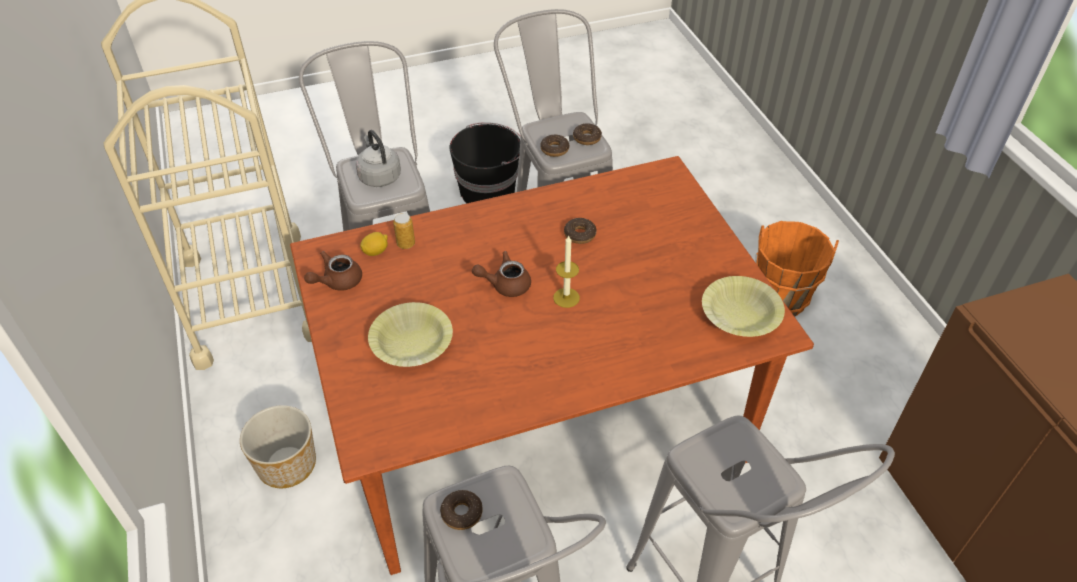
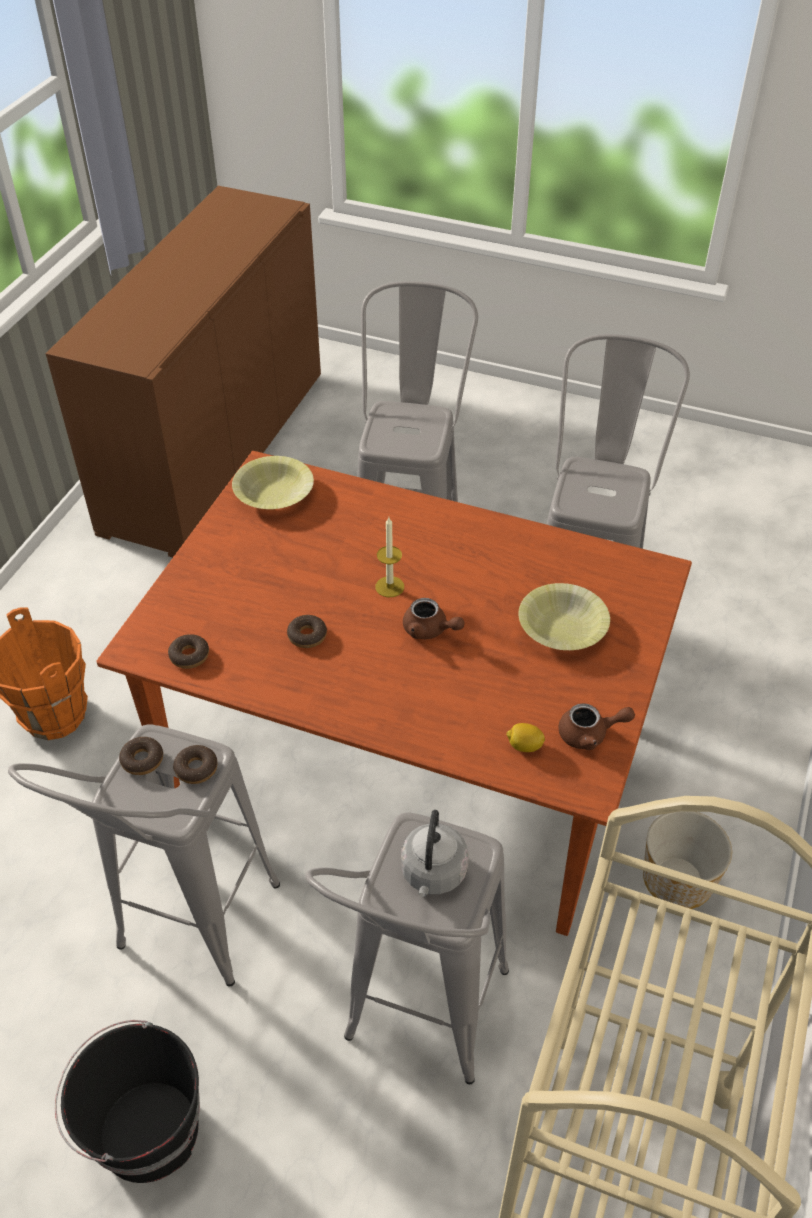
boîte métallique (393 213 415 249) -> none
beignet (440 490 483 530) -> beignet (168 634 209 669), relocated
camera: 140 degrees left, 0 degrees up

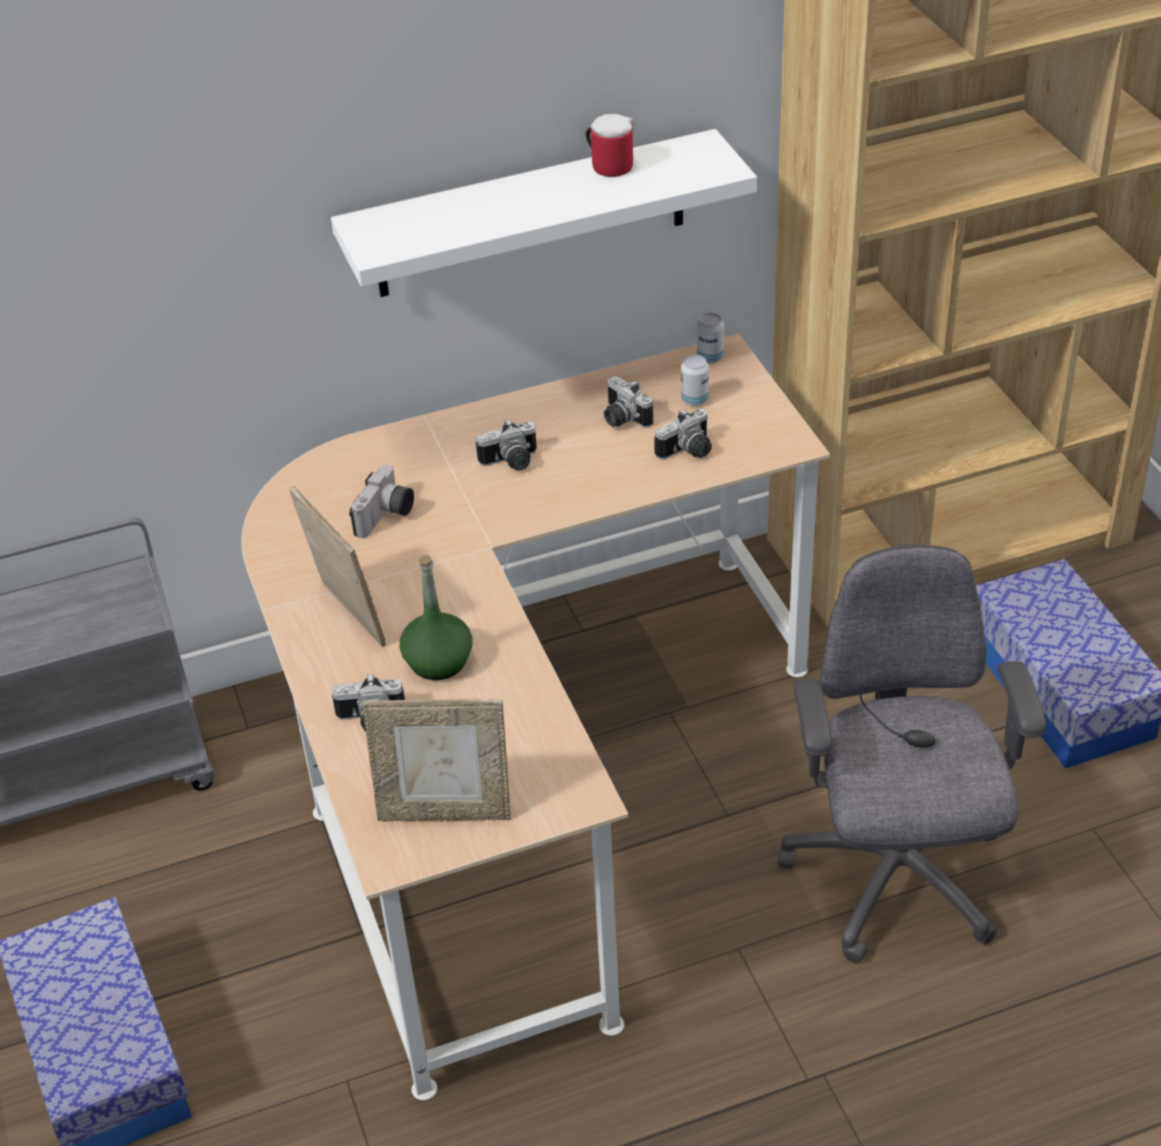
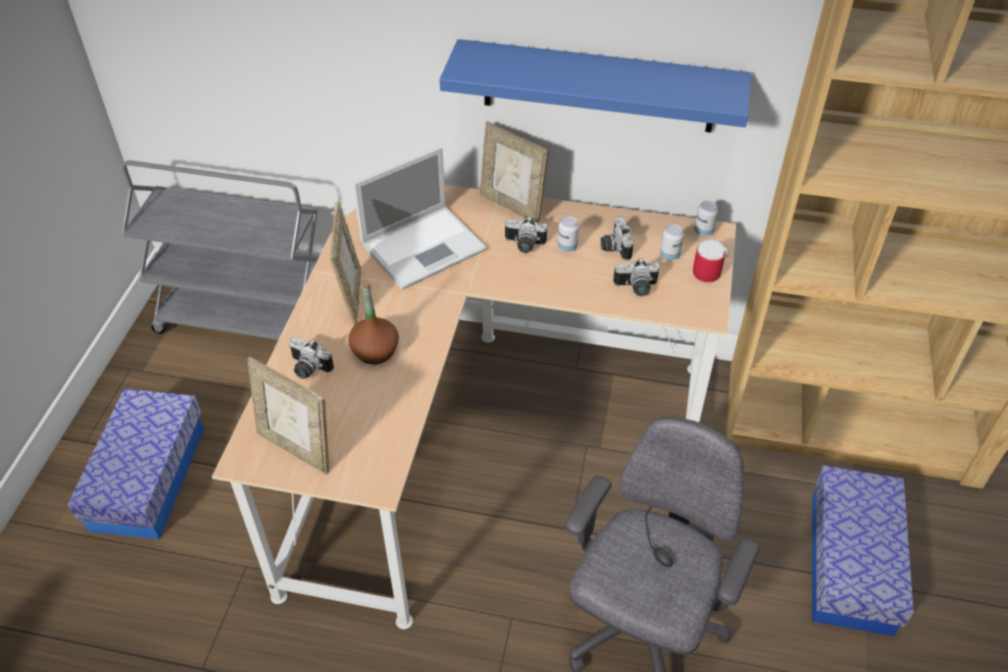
mug (586 114 635 177) -> mug (693 239 729 282), relocated
étagère (blanc) (331 129 757 297) -> étagère (bleu) (439 39 751 133)
appareil photo (349 465 414 538) -> ordinateur portable (353 146 487 290)
bouteille (vert) (400 555 472 680) -> bouteille (marron) (348 281 399 364)
none -> cadre photo (480 121 549 223)
none -> boîte métallique (558 216 579 252)
camera: 30 degrees right, 5 degrees up

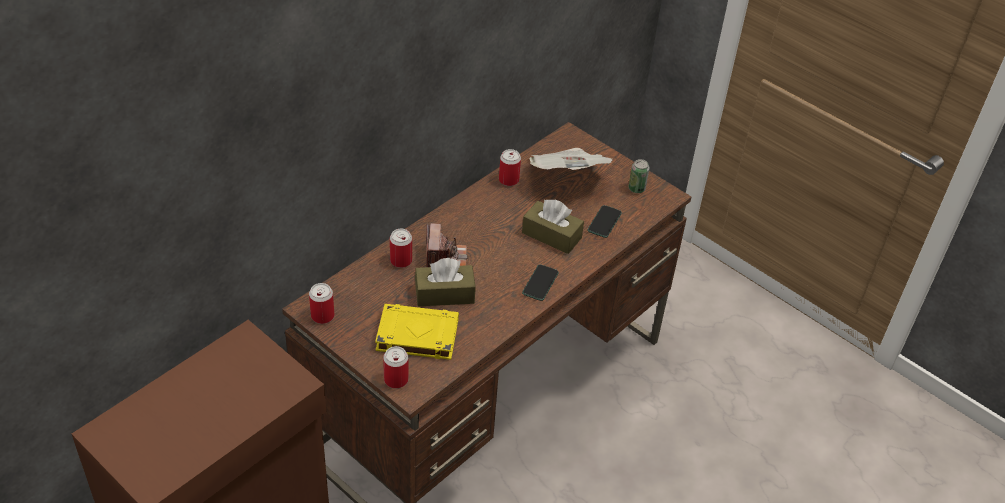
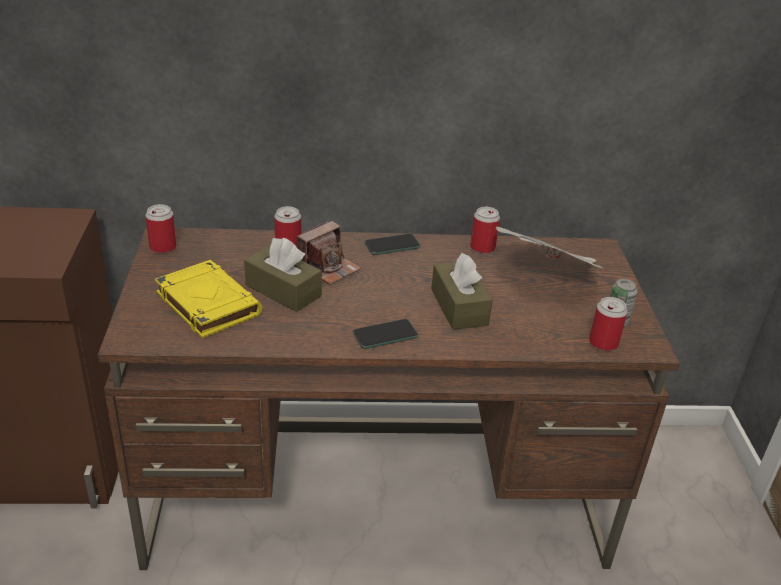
téléphone (587 205 622 238) -> téléphone (364 234 420 255), relocated
boîte métallique (383 346 408 389) -> boîte métallique (589 297 628 351), relocated
camera: 45 degrees right, 10 degrees down

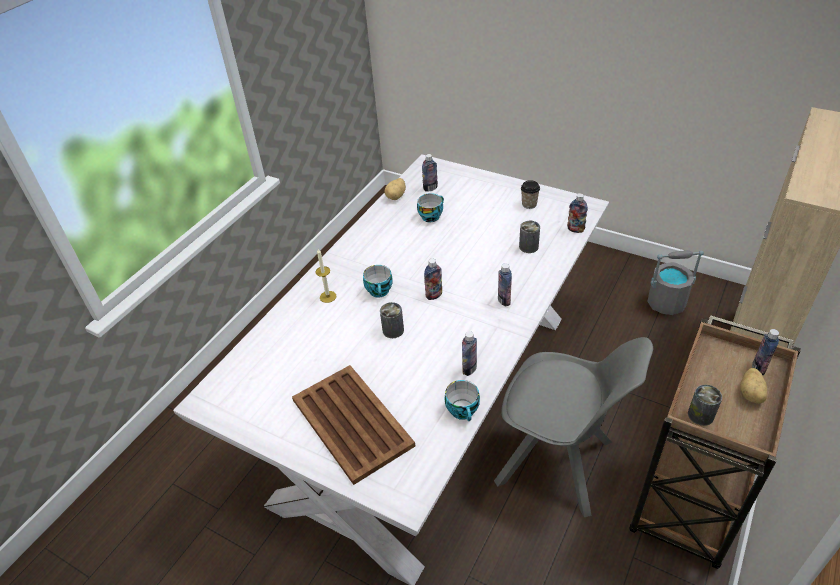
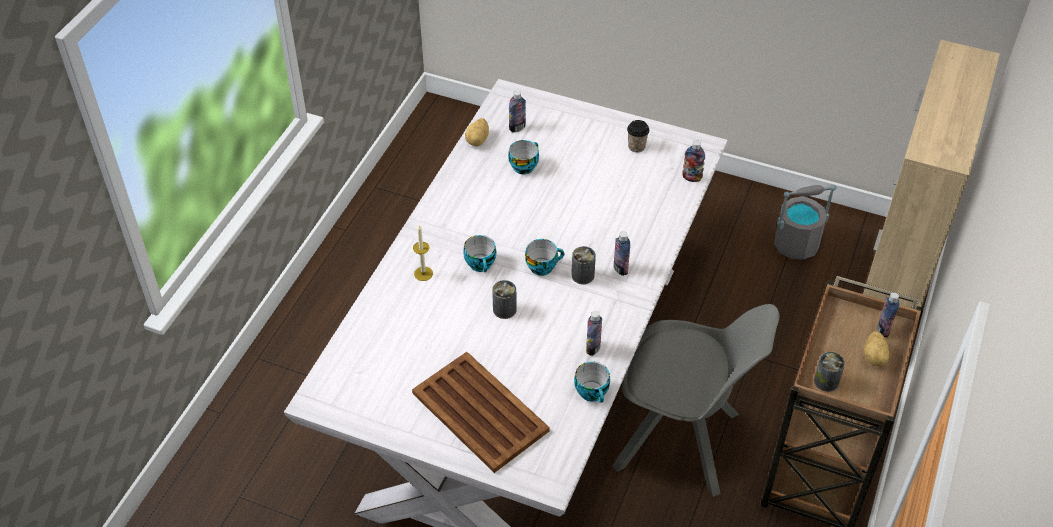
boîte métallique (519 221 540 253) -> boîte métallique (571 246 596 284), relocated
bouteille (424 258 442 300) -> tasse (525 239 564 276)
camera: 10 degrees left, 5 degrees up

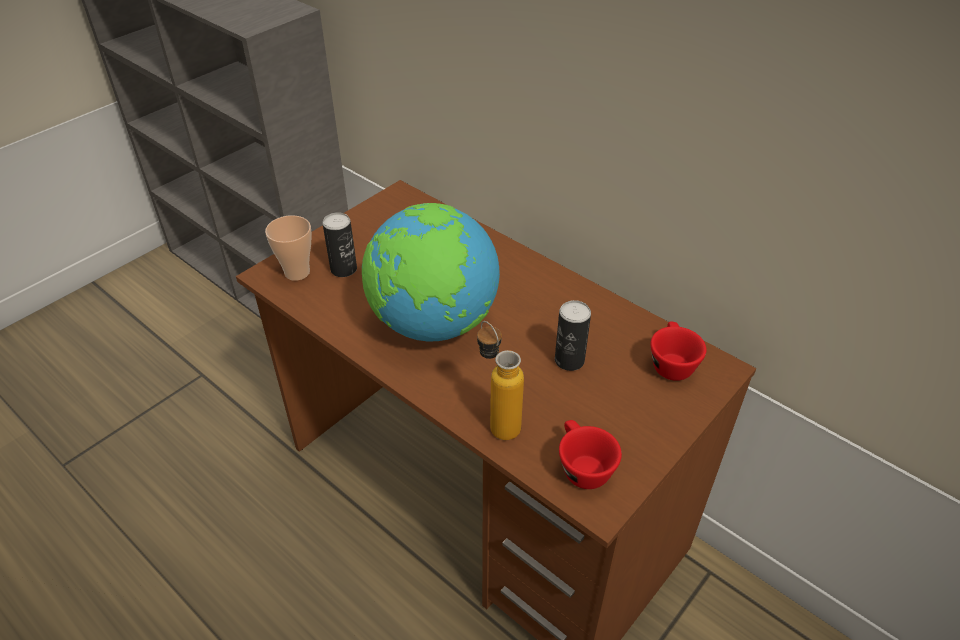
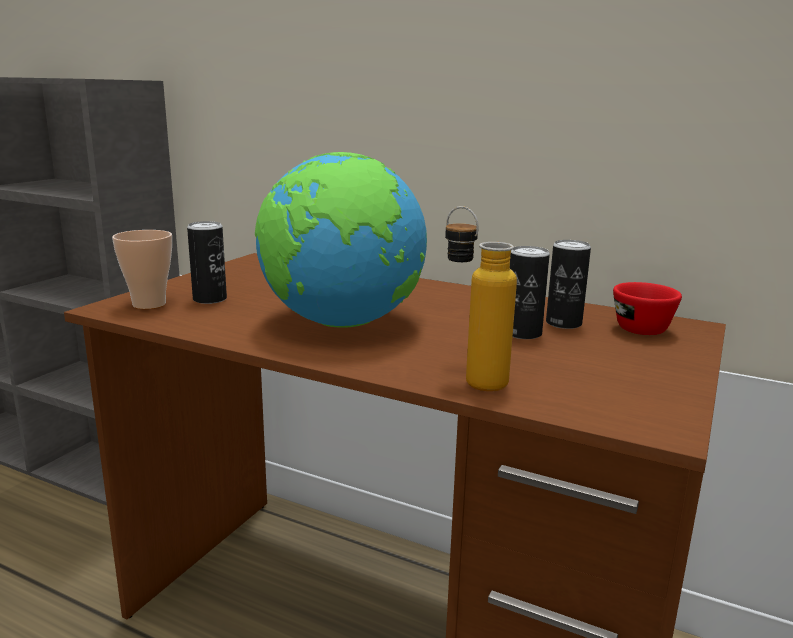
tasse (rouge) (559 420 622 489) -> none
none -> boîte métallique (546 240 591 329)
camera: 15 degrees left, 25 degrees down

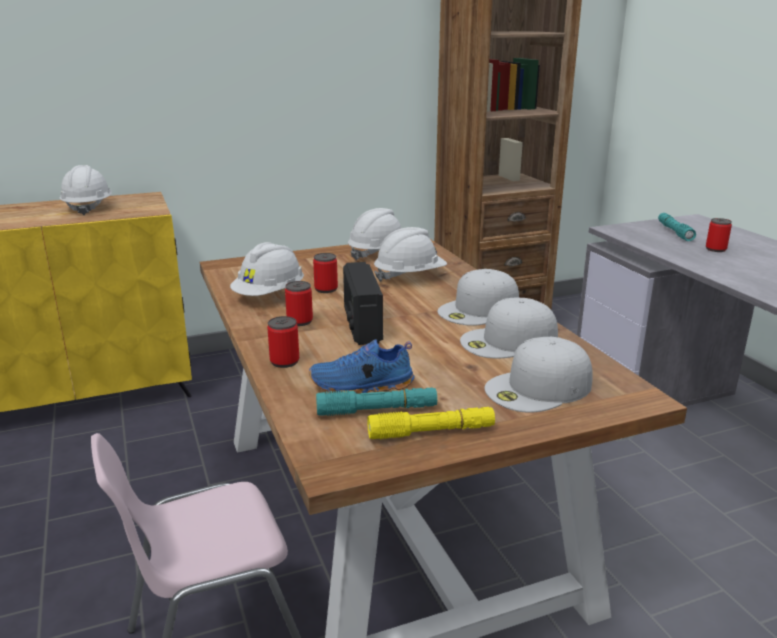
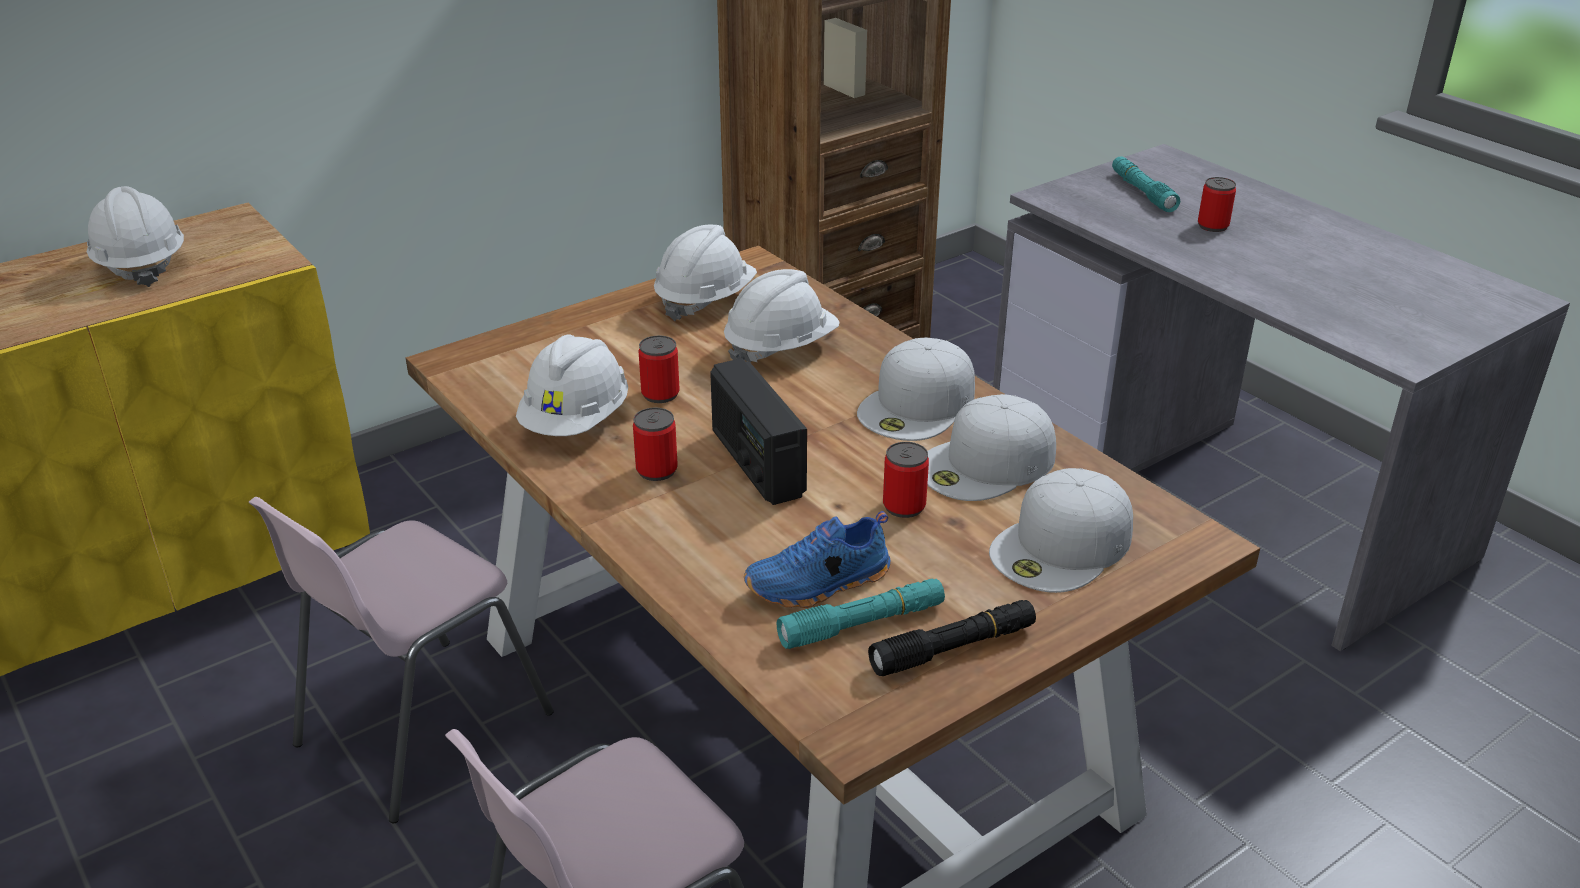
boîte métallique (267 316 299 368) -> boîte métallique (883 442 929 518), relocated
lampe de poche (jaune) (367 407 495 439) -> lampe de poche (noir) (868 600 1036 676)
none -> chaise (rose) (249 497 554 823)
camera: 15 degrees left, 10 degrees up

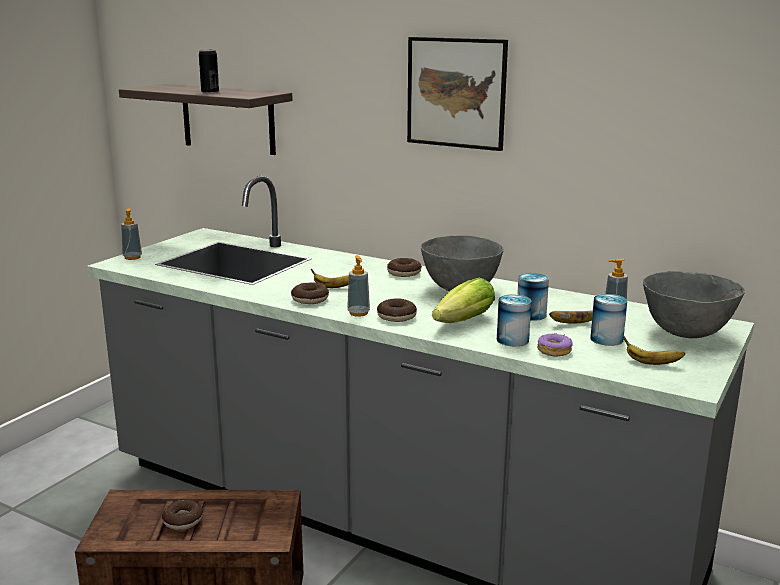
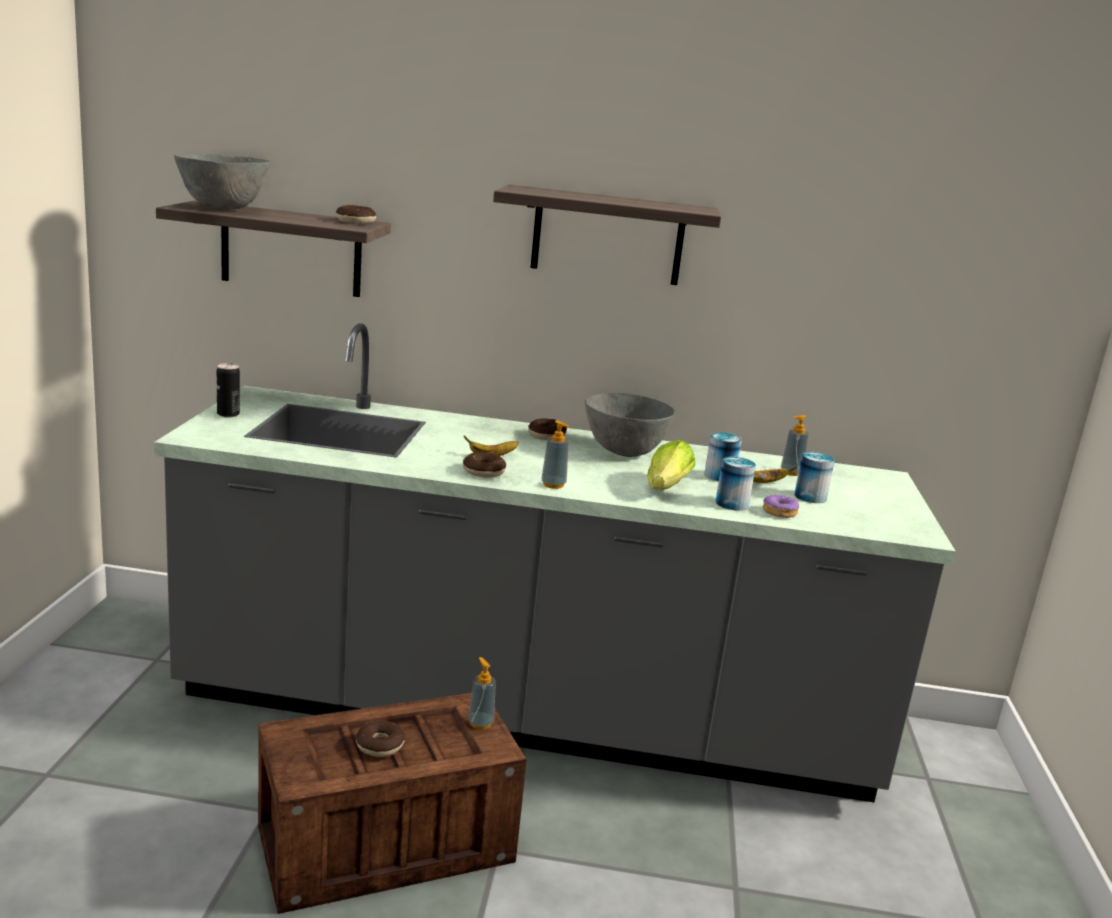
tableau (407 37 508 151) -> étagère (493 185 721 285)
boîte métallique (199 50 219 93) -> boîte métallique (217 363 240 417), relocated
distributeur de savon (121 208 142 260) -> distributeur de savon (468 657 496 730), relocated
bol (gris) (643 271 745 338) -> bol (gris) (174 153 271 210), relocated
beignet (377 298 417 322) -> beignet (336 205 376 224), relocated
banane (623 336 685 365) -> none
camera: 25 degrees left, 0 degrees up

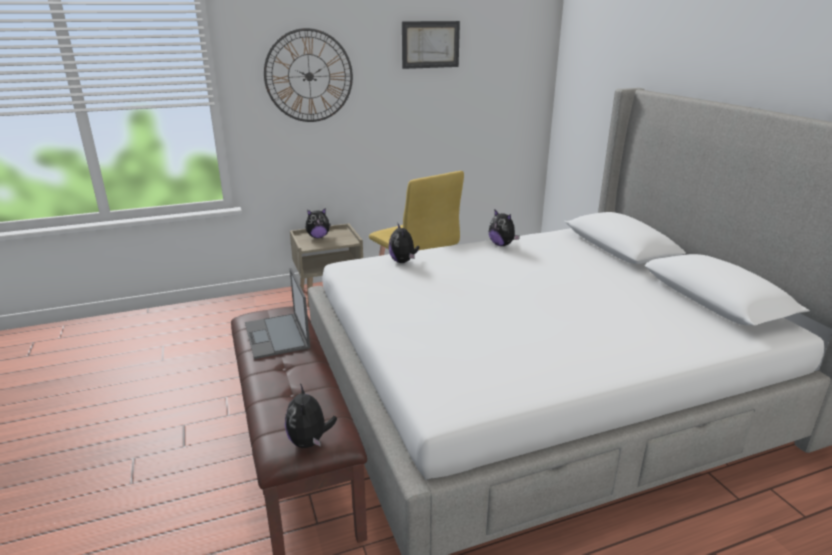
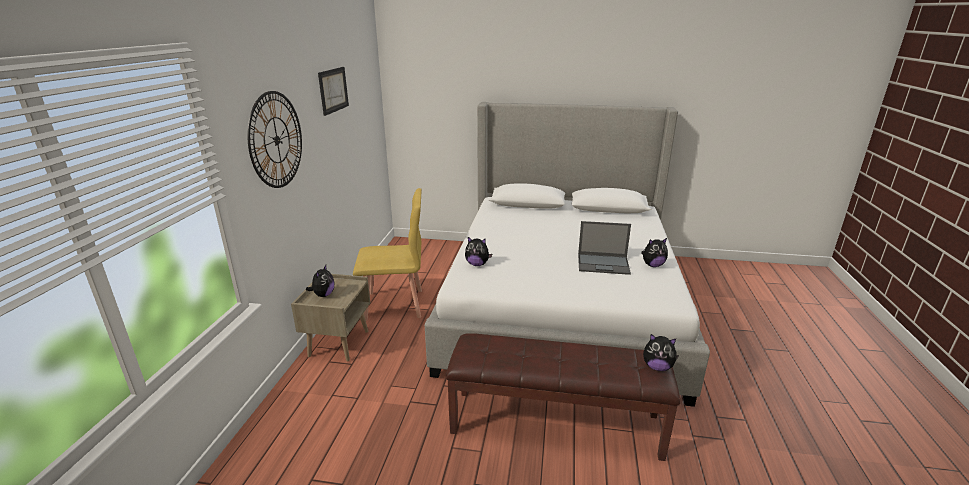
peluche (489 209 520 246) -> peluche (641 238 668 267), relocated
ordinateur portable (245 268 310 359) -> ordinateur portable (578 221 631 275), relocated
camera: 60 degrees left, 0 degrees up

